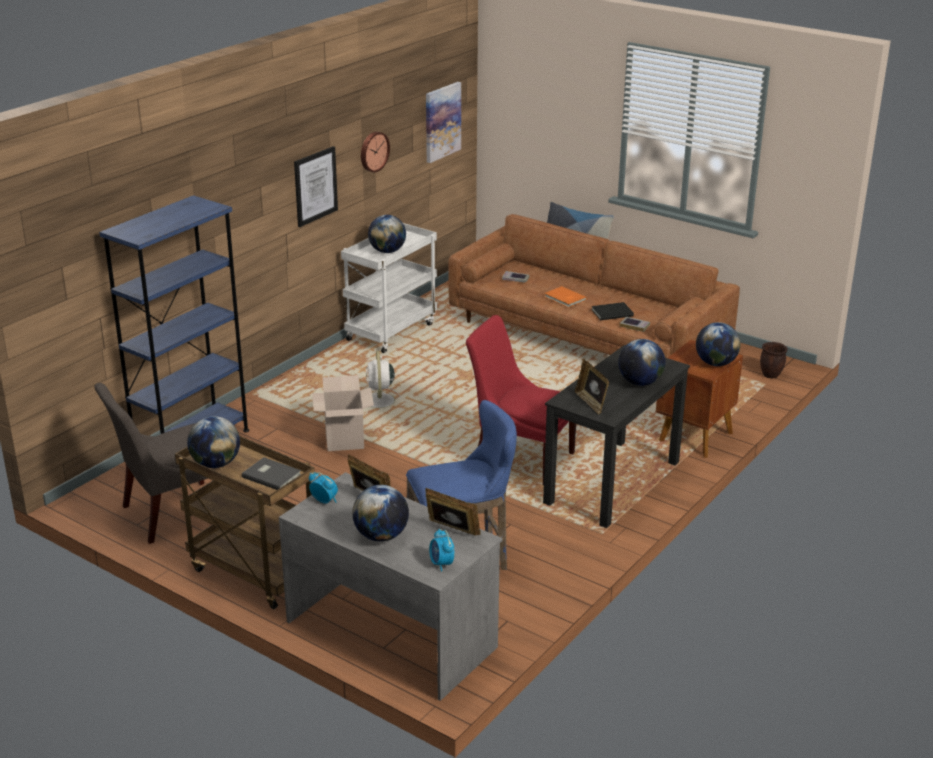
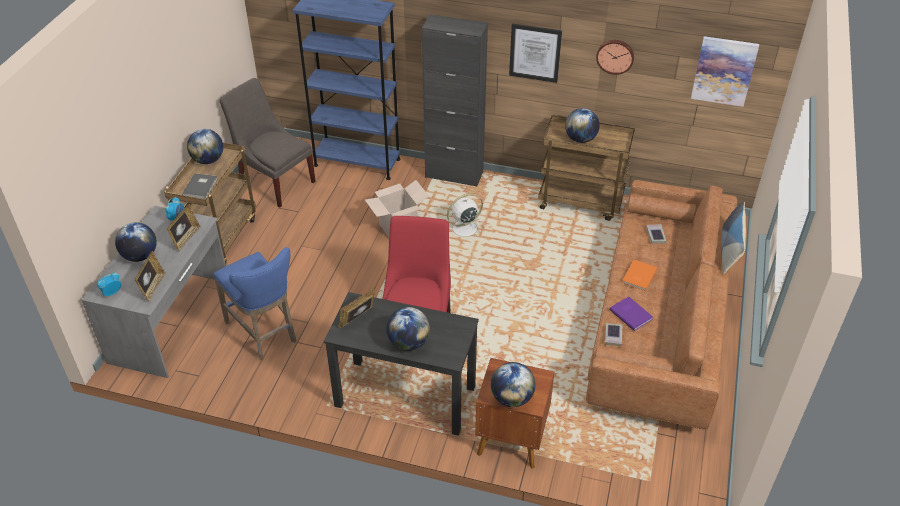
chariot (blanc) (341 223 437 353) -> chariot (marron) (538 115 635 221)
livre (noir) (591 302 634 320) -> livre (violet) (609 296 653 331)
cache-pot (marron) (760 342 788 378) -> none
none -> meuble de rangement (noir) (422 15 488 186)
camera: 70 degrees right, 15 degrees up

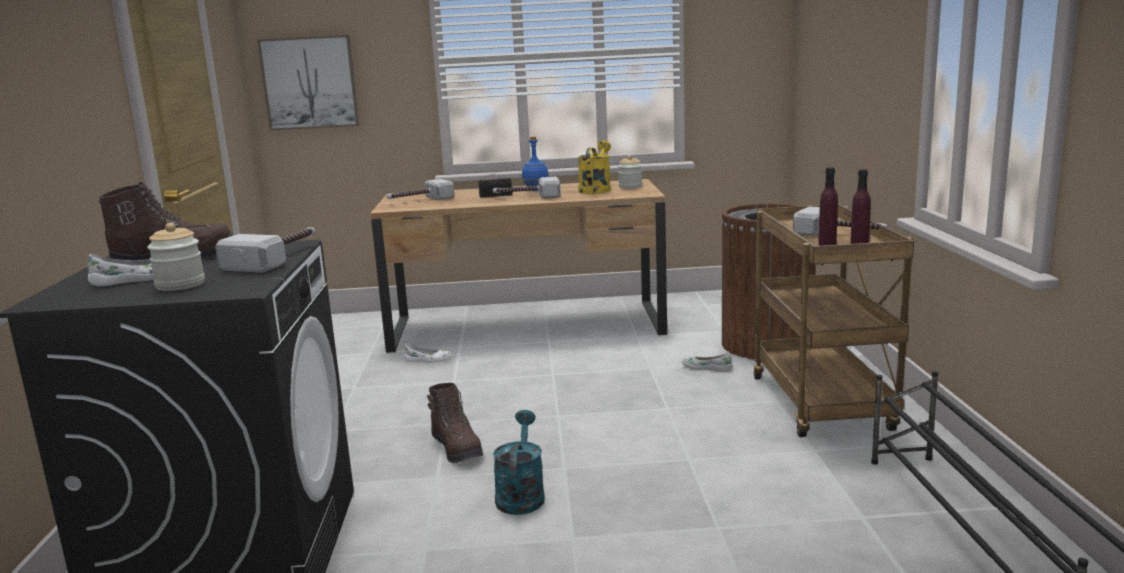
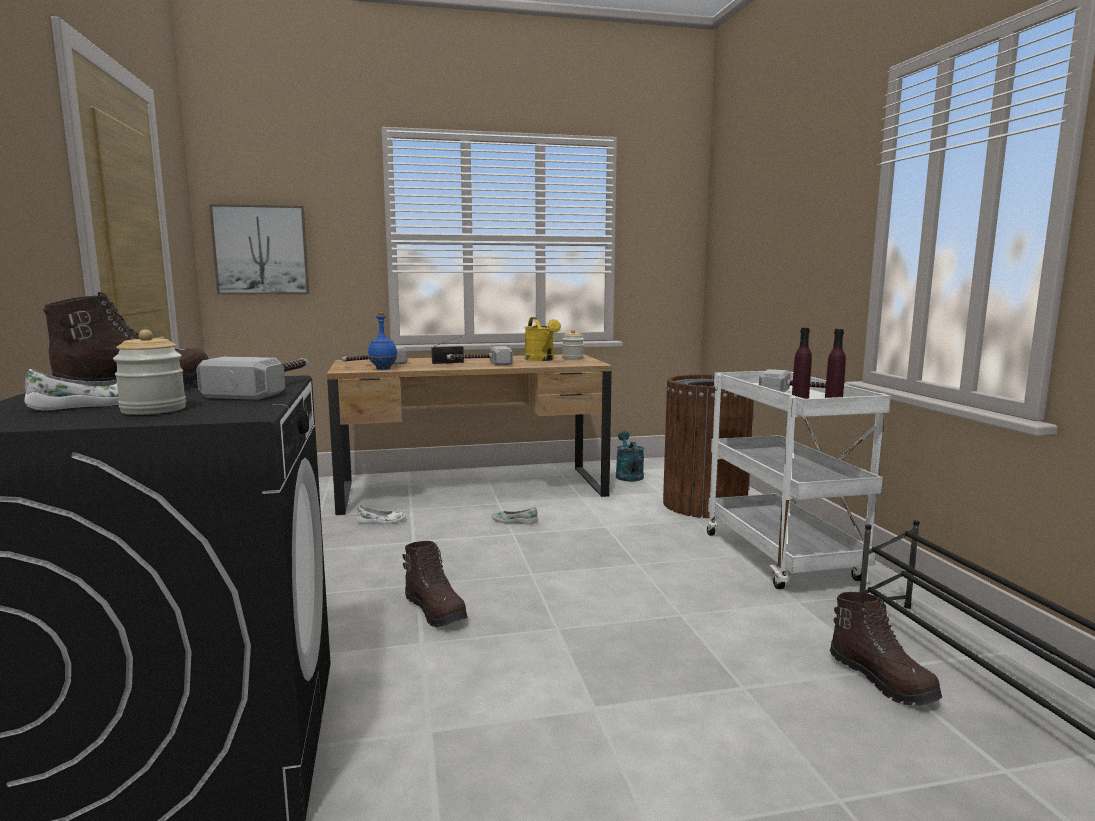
bouteille (bleu) (522 136 549 191) -> bouteille (bleu) (368 312 397 370), relocated
arrosoir (jaune) (578 140 611 194) -> arrosoir (jaune) (525 317 561 361), 150 degrees clockwise
chariot (marron) (753 204 914 437) -> chariot (blanc) (707 371 891 589)
chaussure (blanc) (682 353 733 372) -> chaussure (blanc) (491 507 538 525), relocated
arrosoir (turquoise) (493 410 545 515) -> arrosoir (turquoise) (616 431 644 482), relocated
none -> botte (marron) (830 592 942 706)
camera: 10 degrees left, 5 degrees down

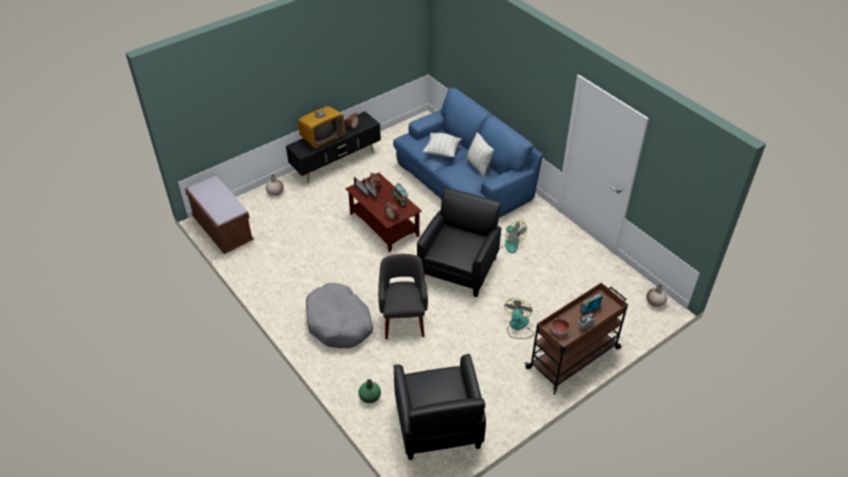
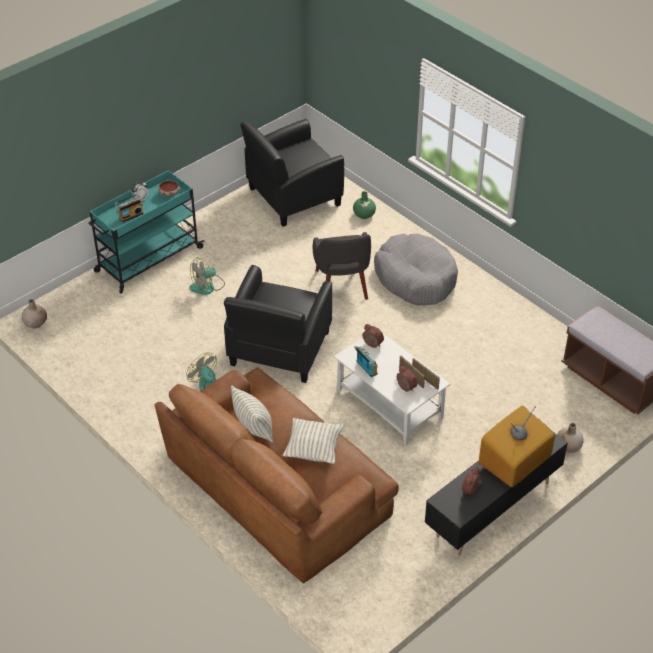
canapé (bleu) (393 88 543 218) -> canapé (marron) (155 367 399 584)
table basse (marron) (345 173 422 252) -> table basse (blanc) (334 333 450 445)
chariot (marron) (525 283 628 395) -> chariot (turquoise) (88 171 204 293)
ventilateur (504 298 534 339) -> ventilateur (190 257 225 295), 45 degrees clockwise
fauteuil (noir) (393 354 486 460) -> fauteuil (noir) (241 119 344 227), 105 degrees counterclockwise
camera: 175 degrees right, 0 degrees up

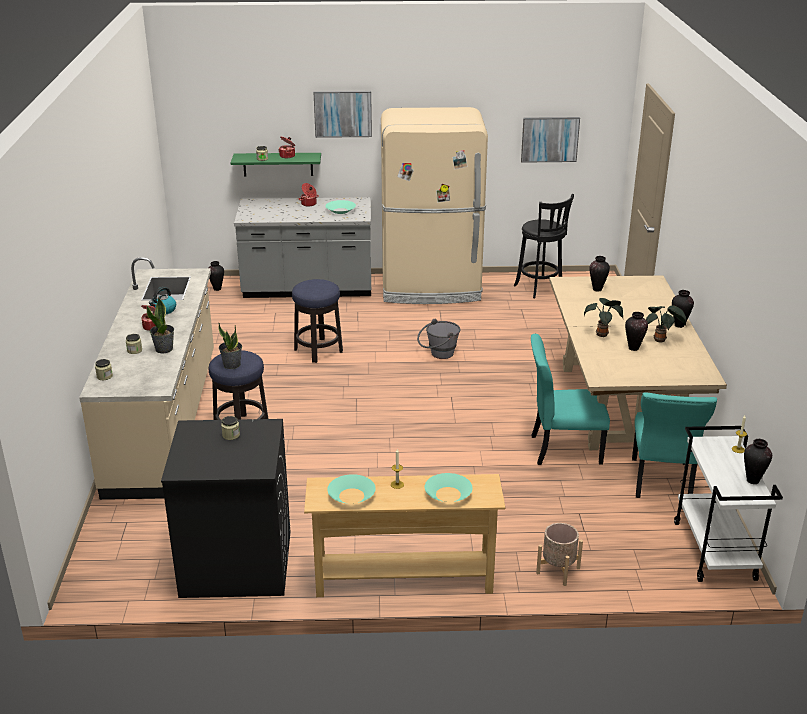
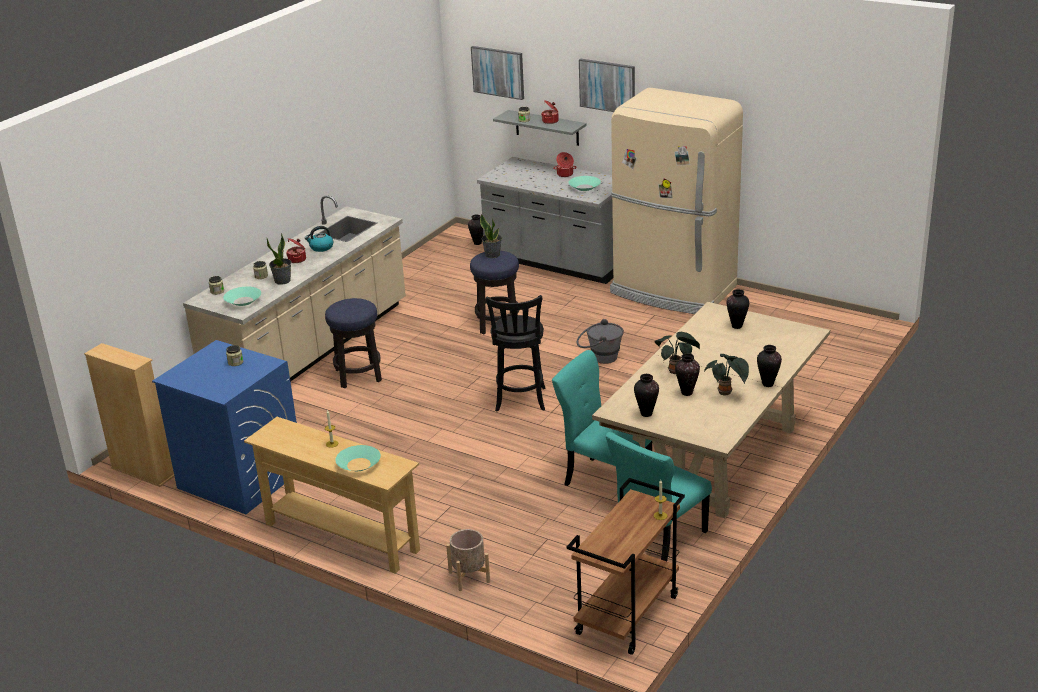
tableau (521 117 580 163) -> tableau (471 46 524 100), relocated
étagère (vert) (231 153 321 177) -> étagère (gris) (493 110 587 146)
tabouret (noir) (514 194 574 298) -> tabouret (noir) (486 295 546 412), relocated
plante en pot (218 322 242 369) -> plante en pot (480 214 502 258), relocated
lave-linge (noir) (161 419 291 598) -> lave-linge (bleu) (152 340 297 514)
chariot (blanc) (674 426 783 582) -> chariot (marron) (567 478 685 655)
vase (744 439 772 484) -> vase (634 374 659 417), relocated
bol (turquoise) (327 474 376 504) -> bol (turquoise) (223 287 261 306), relocated
none -> bibliothèque (beige) (84 343 175 487)
camera: 35 degrees right, 0 degrees up

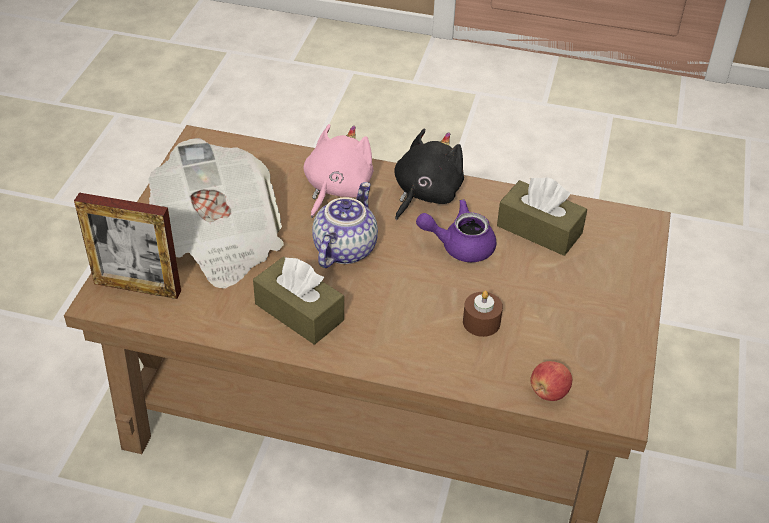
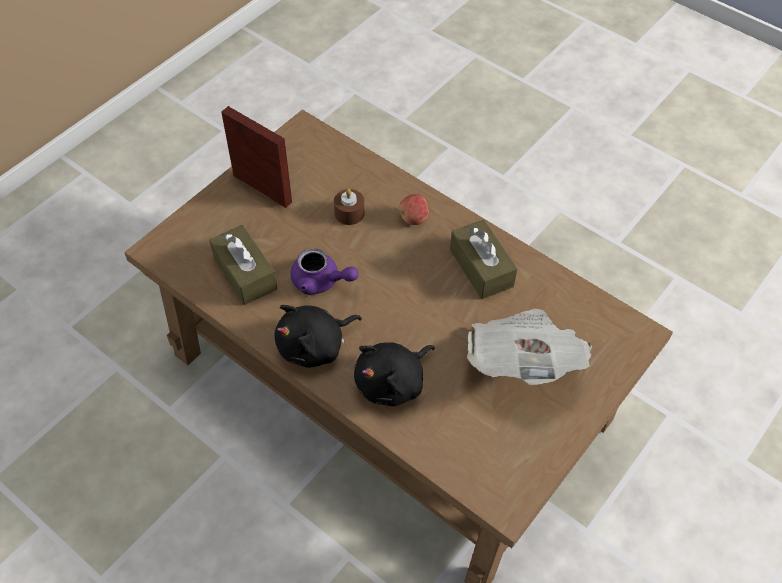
peluche (rose) (304 124 374 218) -> peluche (noir) (354 342 435 406)
théière (312 182 378 268) -> none
cadre photo (74 193 181 299) -> cadre photo (221 106 292 208), relocated
pomme (530 361 572 401) -> pomme (399 194 429 225), relocated
camera: 155 degrees left, 10 degrees up

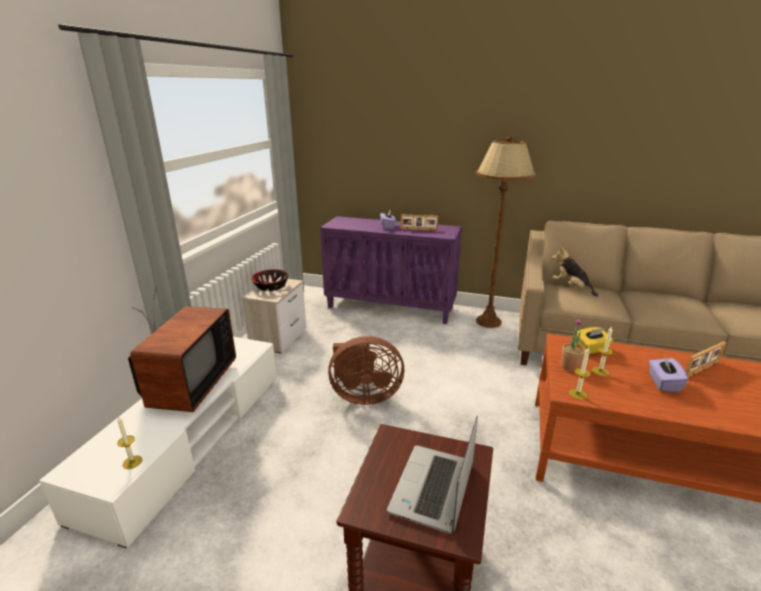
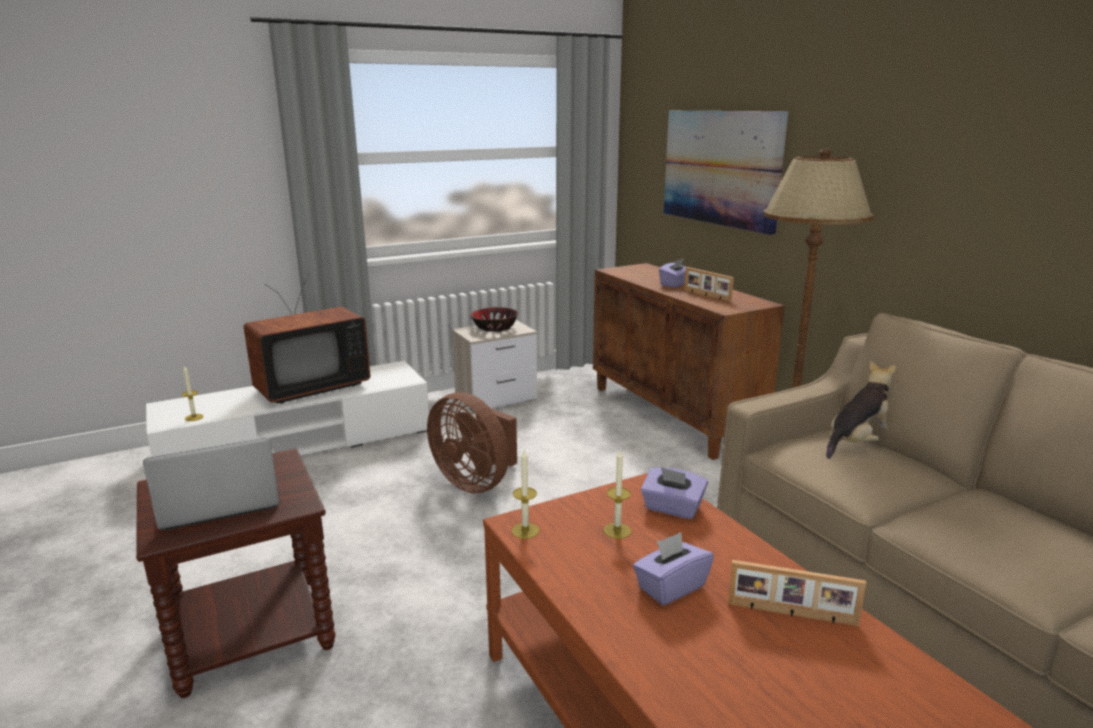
meuble de rangement (violet) (320 216 462 324) -> meuble de rangement (marron) (593 263 785 460)
peluche (552 246 598 297) -> peluche (826 360 896 459), 45 degrees clockwise
plante en pot (561 318 586 372) -> none
boîte à mouchoirs (jaune) (574 327 613 354) -> boîte à mouchoirs (violet) (641 467 708 519)
none -> tableau (664 111 788 235)
camera: 45 degrees right, 5 degrees down

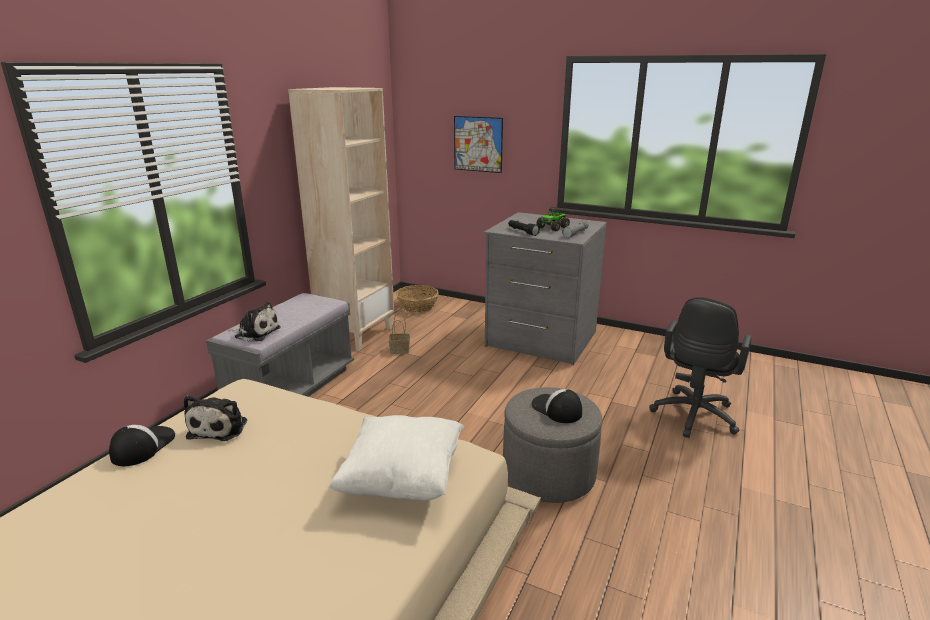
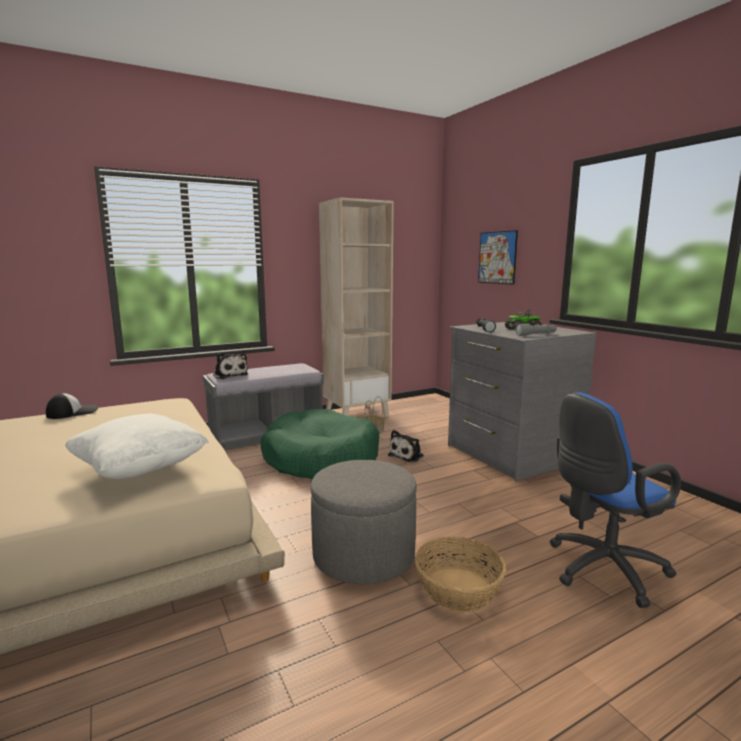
panier (396 285 439 313) -> panier (415 536 506 612), relocated
chaise de bureau (noir) (649 297 752 438) -> chaise de bureau (bleu) (550 392 681 608)
casquette (531 389 582 423) -> none
peluche (183 395 247 441) -> peluche (388 430 424 462), relocated
none -> panier pour chien (vert) (261 409 379 479)
camera: 35 degrees right, 10 degrees down

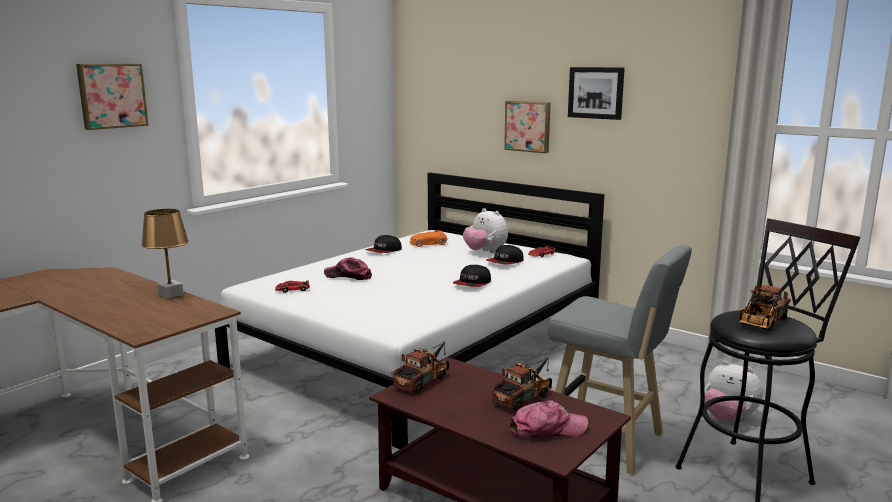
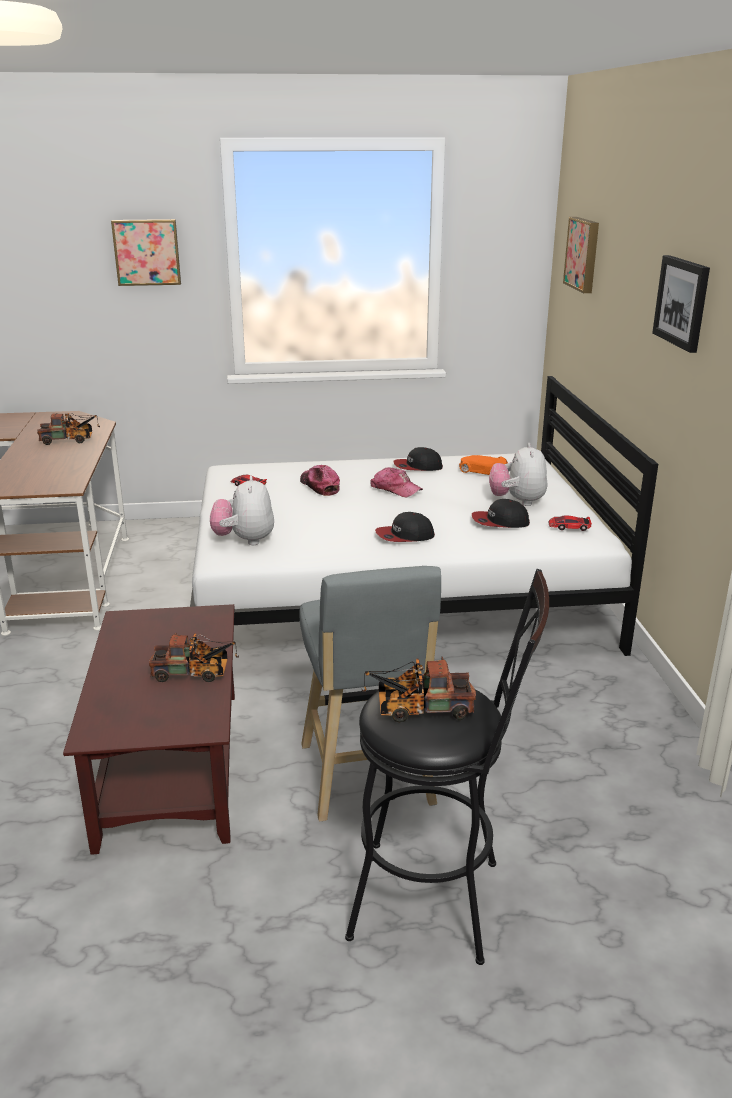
tableau (504 101 551 153) -> tableau (563 217 599 293), relocated
lampe de table (marron) (141 209 189 299) -> none
camion jouet (391 342 449 394) -> camion jouet (37 413 100 445), relocated
peluche (704 361 763 421) -> peluche (210 476 274 545), relocated
casquette (508 400 588 438) -> casquette (370 467 423 497), relocated
camera: 45 degrees right, 10 degrees up

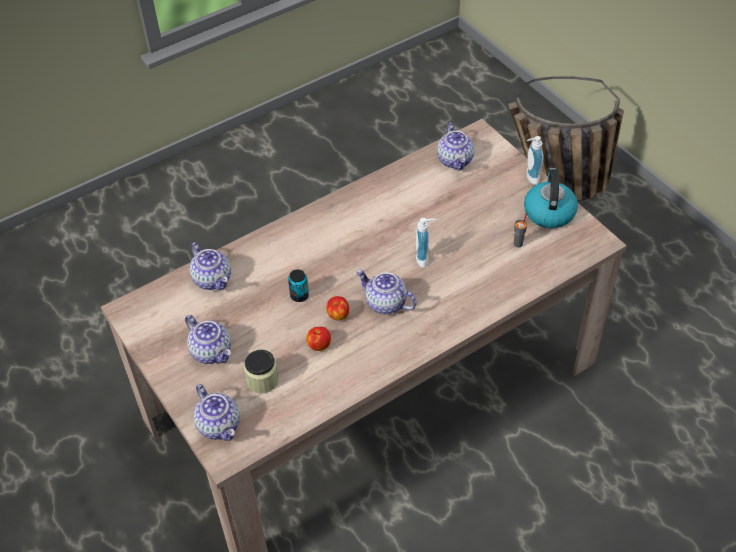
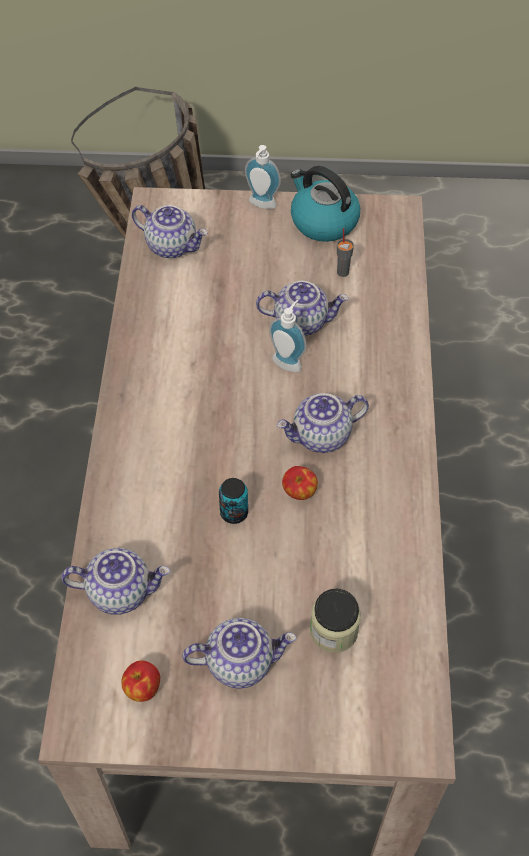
pomme (306 327 331 351) -> pomme (121 661 160 702), relocated
théière (194 384 240 441) -> théière (256 280 349 336), relocated
camera: 55 degrees left, 5 degrees up

